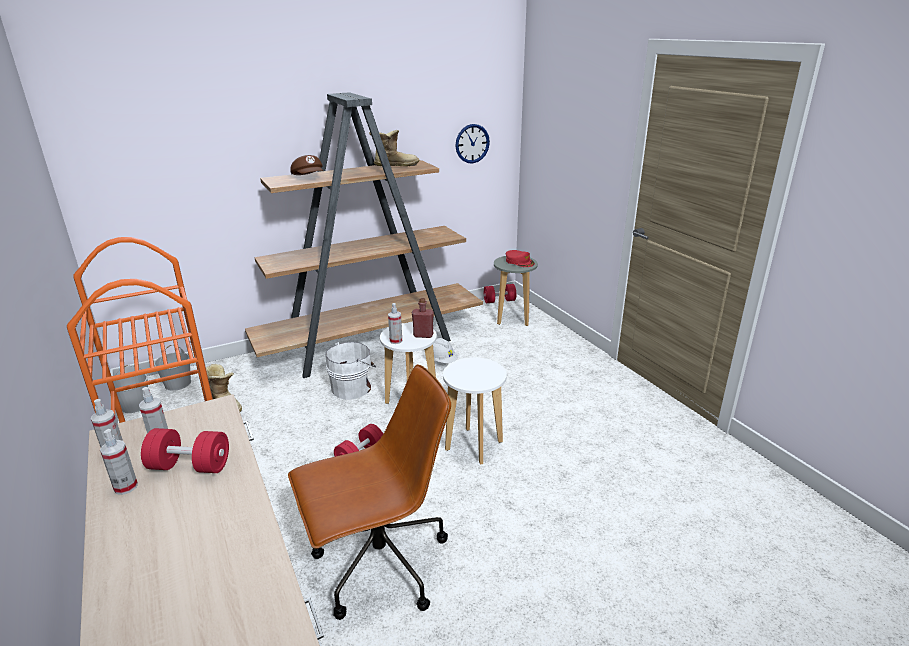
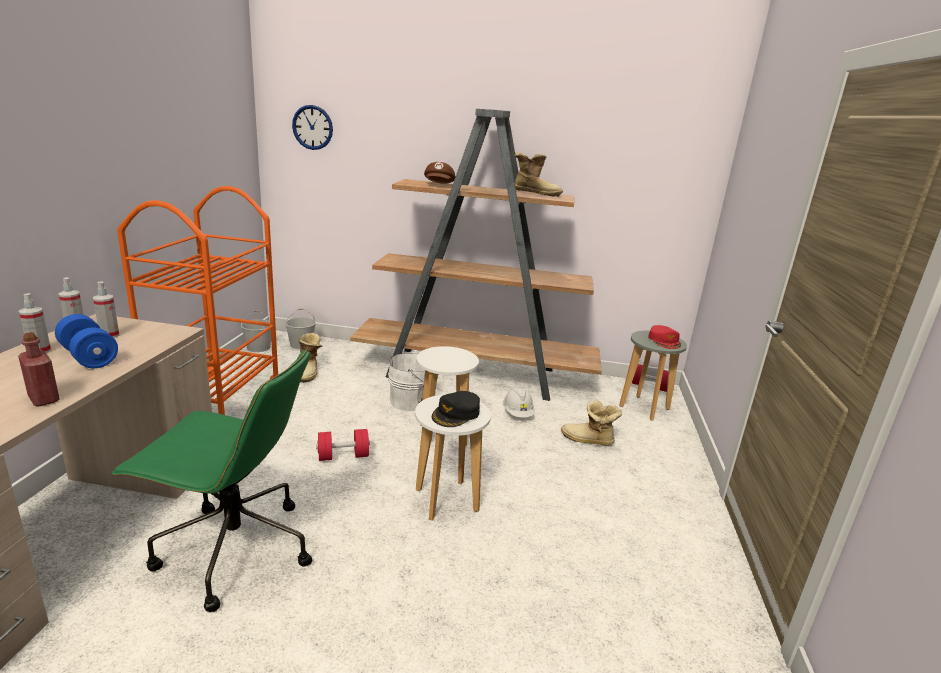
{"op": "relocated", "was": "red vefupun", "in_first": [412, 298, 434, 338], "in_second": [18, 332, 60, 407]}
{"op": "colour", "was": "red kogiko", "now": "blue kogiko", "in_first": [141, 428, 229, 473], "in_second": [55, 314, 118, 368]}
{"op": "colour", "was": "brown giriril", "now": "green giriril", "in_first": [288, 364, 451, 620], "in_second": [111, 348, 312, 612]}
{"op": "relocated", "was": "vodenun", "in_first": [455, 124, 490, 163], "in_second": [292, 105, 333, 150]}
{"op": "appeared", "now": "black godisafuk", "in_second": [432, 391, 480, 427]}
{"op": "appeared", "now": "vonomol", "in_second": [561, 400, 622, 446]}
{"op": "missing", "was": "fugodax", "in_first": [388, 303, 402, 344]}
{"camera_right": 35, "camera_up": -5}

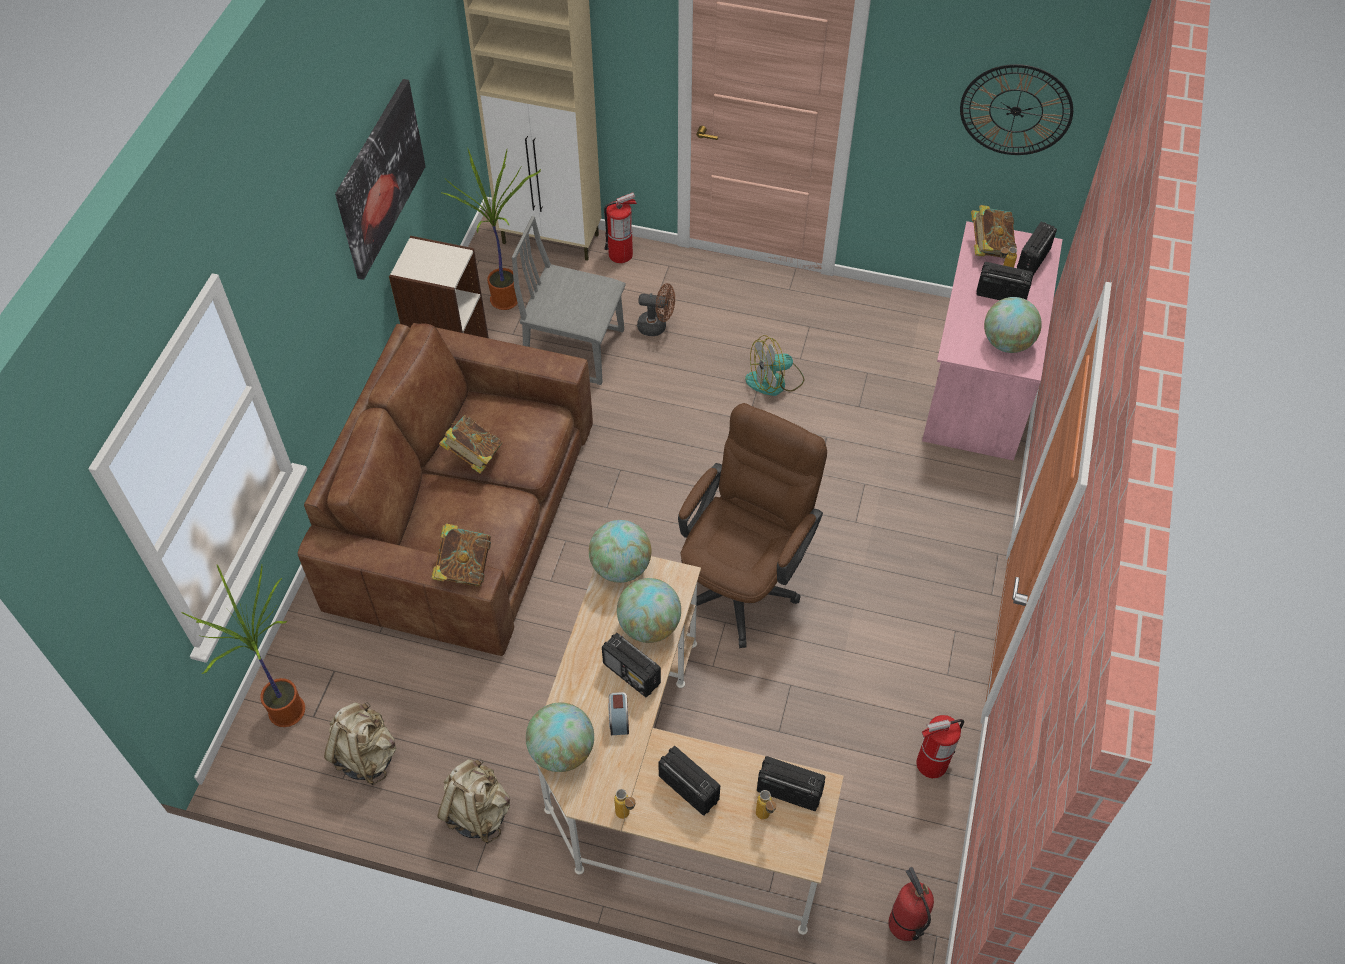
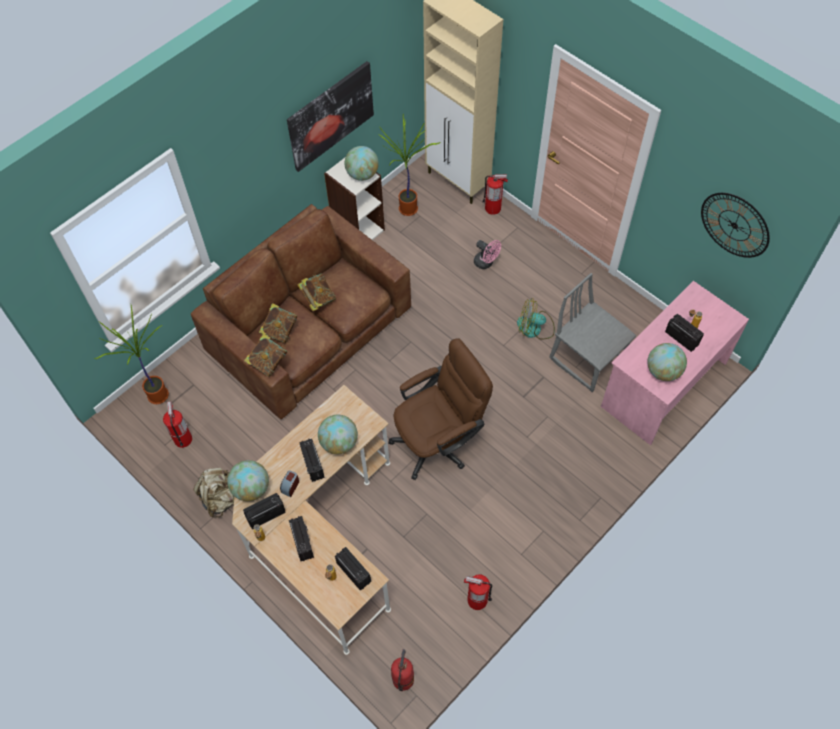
{"op": "exchanged", "was": "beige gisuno", "now": "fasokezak", "in_first": [324, 702, 396, 785], "in_second": [163, 401, 192, 448]}
{"op": "relocated", "was": "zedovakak", "in_first": [1017, 222, 1057, 275], "in_second": [243, 493, 285, 529]}
{"op": "relocated", "was": "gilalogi", "in_first": [971, 205, 1017, 257], "in_second": [259, 303, 297, 343]}
{"op": "relocated", "was": "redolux", "in_first": [589, 520, 651, 583], "in_second": [345, 146, 379, 181]}
{"op": "colour", "was": "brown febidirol", "now": "pink febidirol", "in_first": [637, 283, 675, 336], "in_second": [474, 240, 501, 269]}
{"op": "relocated", "was": "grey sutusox", "in_first": [512, 216, 626, 385], "in_second": [549, 273, 636, 392]}
{"camera_right": 30, "camera_up": 5}

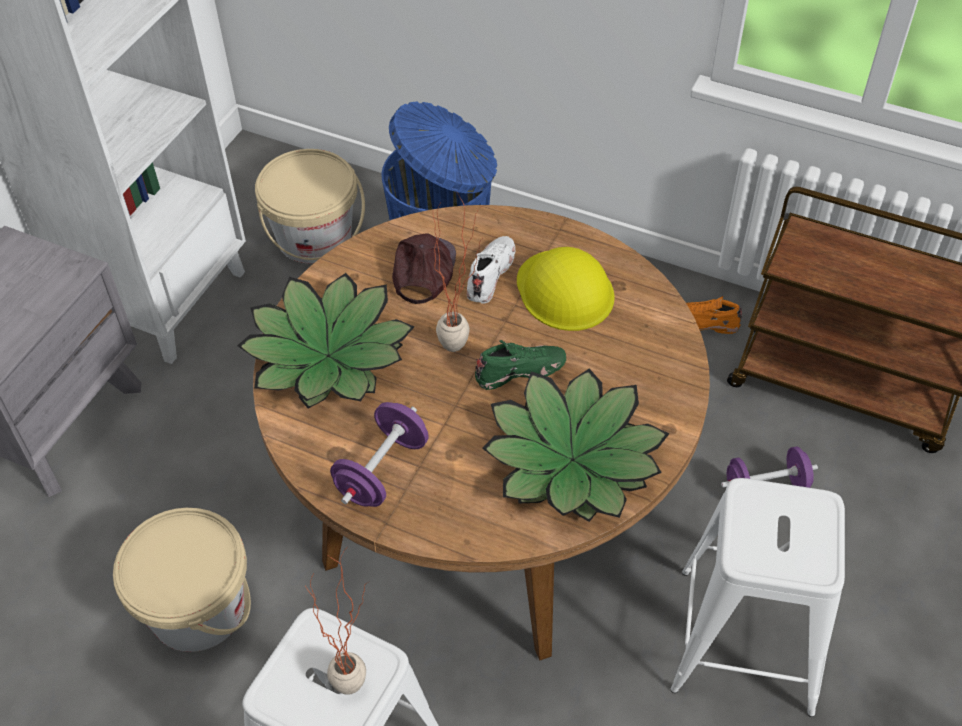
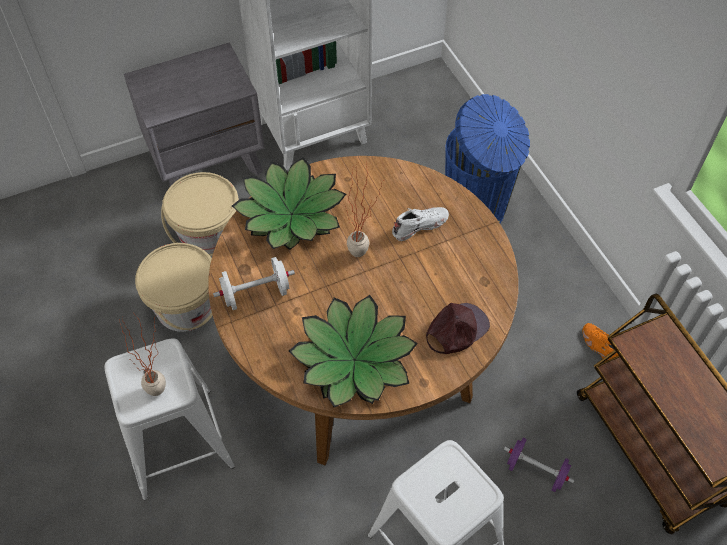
{"op": "relocated", "was": "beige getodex", "in_first": [255, 149, 365, 264], "in_second": [161, 172, 239, 257]}
{"op": "colour", "was": "purple kogiko", "now": "white kogiko", "in_first": [330, 402, 429, 507], "in_second": [213, 257, 295, 310]}
{"op": "relocated", "was": "brown godisafuk", "in_first": [392, 234, 456, 304], "in_second": [426, 303, 490, 354]}
{"op": "missing", "was": "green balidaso", "in_first": [475, 340, 566, 390]}
{"op": "missing", "was": "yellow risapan", "in_first": [517, 247, 615, 331]}
{"camera_right": 40, "camera_up": 5}

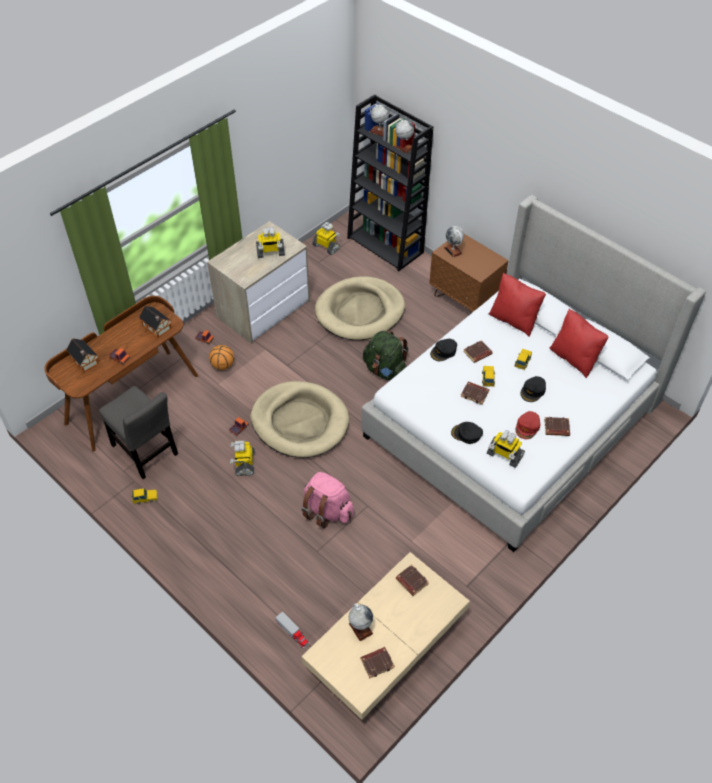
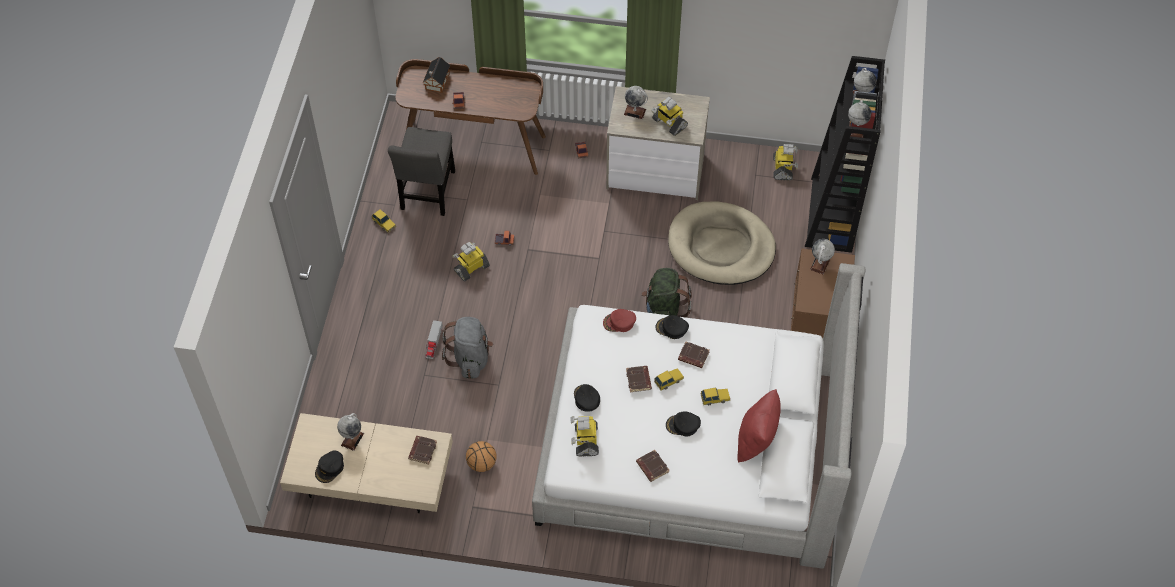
{"op": "exchanged", "was": "brown gilalogi", "now": "black godisafuk", "in_first": [360, 647, 395, 679], "in_second": [315, 450, 344, 483]}
{"op": "relocated", "was": "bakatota", "in_first": [275, 611, 309, 649], "in_second": [425, 320, 443, 359]}
{"op": "colour", "was": "pink gisuno", "now": "grey gisuno", "in_first": [301, 472, 354, 528], "in_second": [442, 317, 493, 379]}
{"op": "relocated", "was": "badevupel", "in_first": [209, 345, 234, 370], "in_second": [466, 441, 497, 472]}
{"op": "relocated", "was": "red godisafuk", "in_first": [515, 411, 540, 439], "in_second": [603, 309, 636, 332]}
{"op": "appeared", "now": "redolux", "in_second": [624, 86, 648, 119]}
{"op": "missing", "was": "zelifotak", "in_first": [139, 306, 171, 338]}
{"op": "missing", "was": "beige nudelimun", "in_first": [251, 381, 349, 458]}
{"op": "missing", "was": "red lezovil", "in_first": [489, 273, 546, 337]}
{"camera_right": 55, "camera_up": 5}

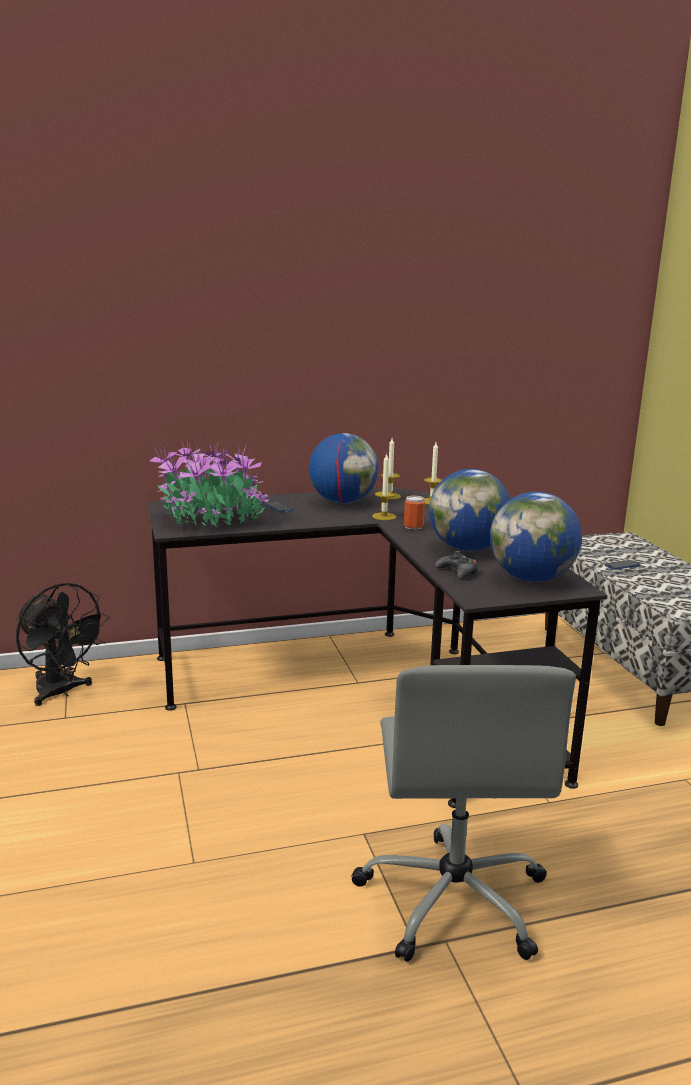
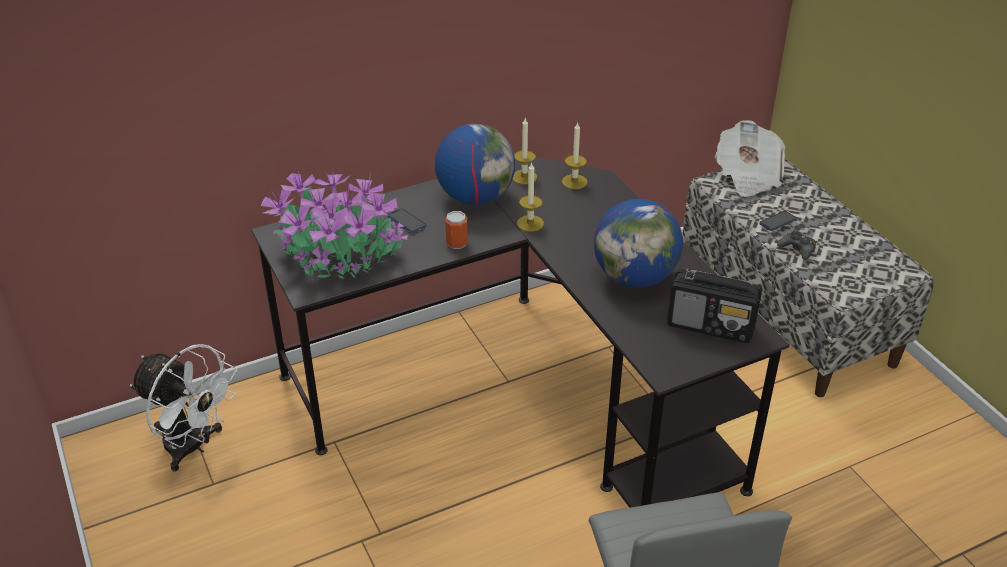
{"op": "colour", "was": "black febidirol", "now": "white febidirol", "in_first": [16, 583, 110, 706], "in_second": [130, 344, 237, 472]}
{"op": "relocated", "was": "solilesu", "in_first": [404, 496, 425, 530], "in_second": [445, 211, 468, 249]}
{"op": "exchanged", "was": "redolux", "now": "zedovakak", "in_first": [490, 492, 582, 582], "in_second": [667, 268, 762, 343]}
{"op": "appeared", "now": "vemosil", "in_second": [715, 120, 785, 197]}
{"op": "relocated", "was": "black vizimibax", "in_first": [435, 551, 478, 579], "in_second": [777, 229, 816, 260]}
{"camera_right": -10, "camera_up": 20}

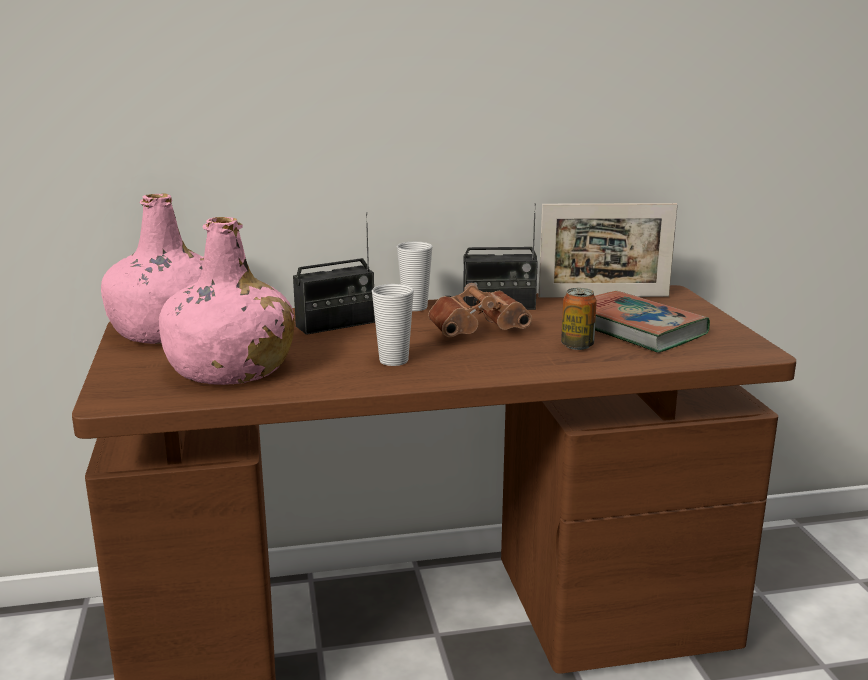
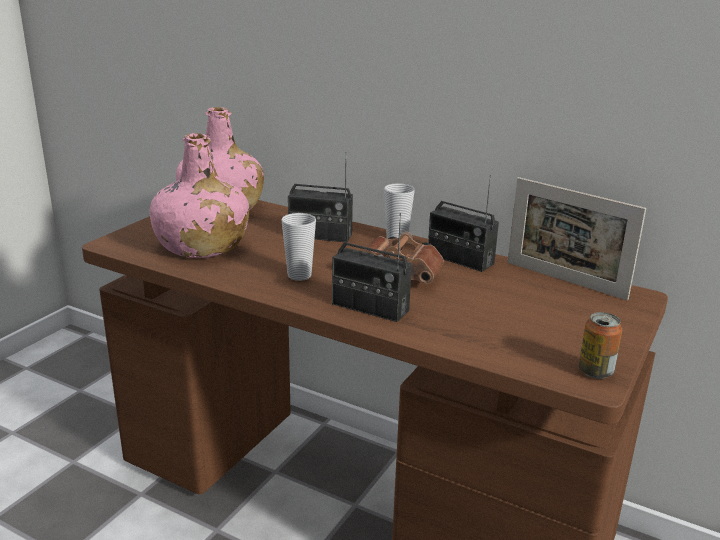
{"op": "appeared", "now": "zedovakak", "in_second": [332, 213, 412, 322]}
{"op": "relocated", "was": "solilesu", "in_first": [561, 288, 597, 350], "in_second": [579, 312, 622, 379]}
{"op": "missing", "was": "gilalogi", "in_first": [595, 291, 710, 353]}
{"camera_right": 40, "camera_up": 5}

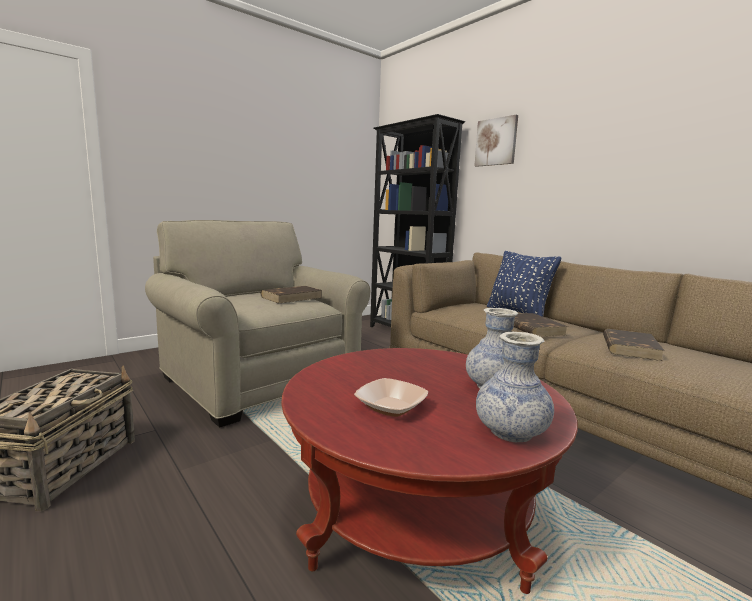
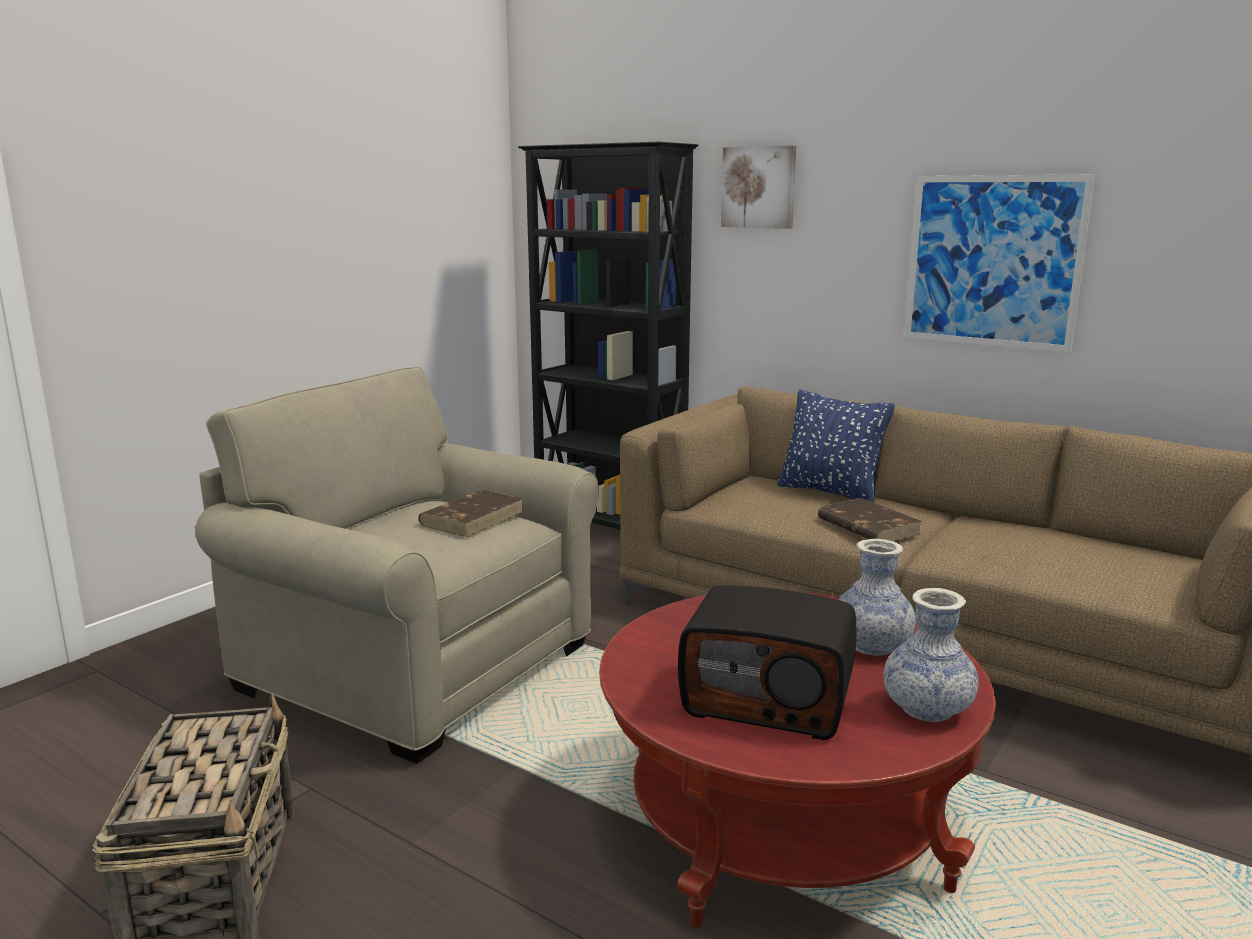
{"op": "exchanged", "was": "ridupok", "now": "zedovakak", "in_first": [354, 378, 428, 417], "in_second": [678, 585, 856, 740]}
{"op": "appeared", "now": "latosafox", "in_second": [904, 175, 1095, 352]}
{"op": "missing", "was": "brown gilalogi", "in_first": [603, 329, 665, 361]}
{"camera_right": -15, "camera_up": 5}

